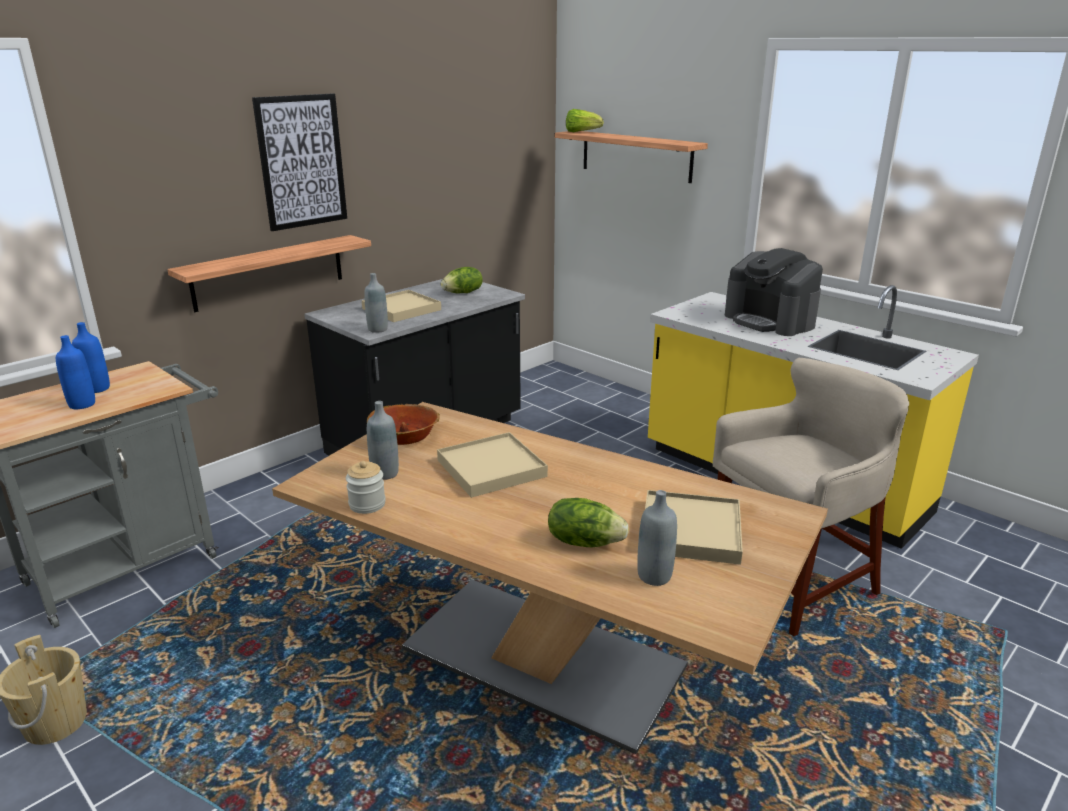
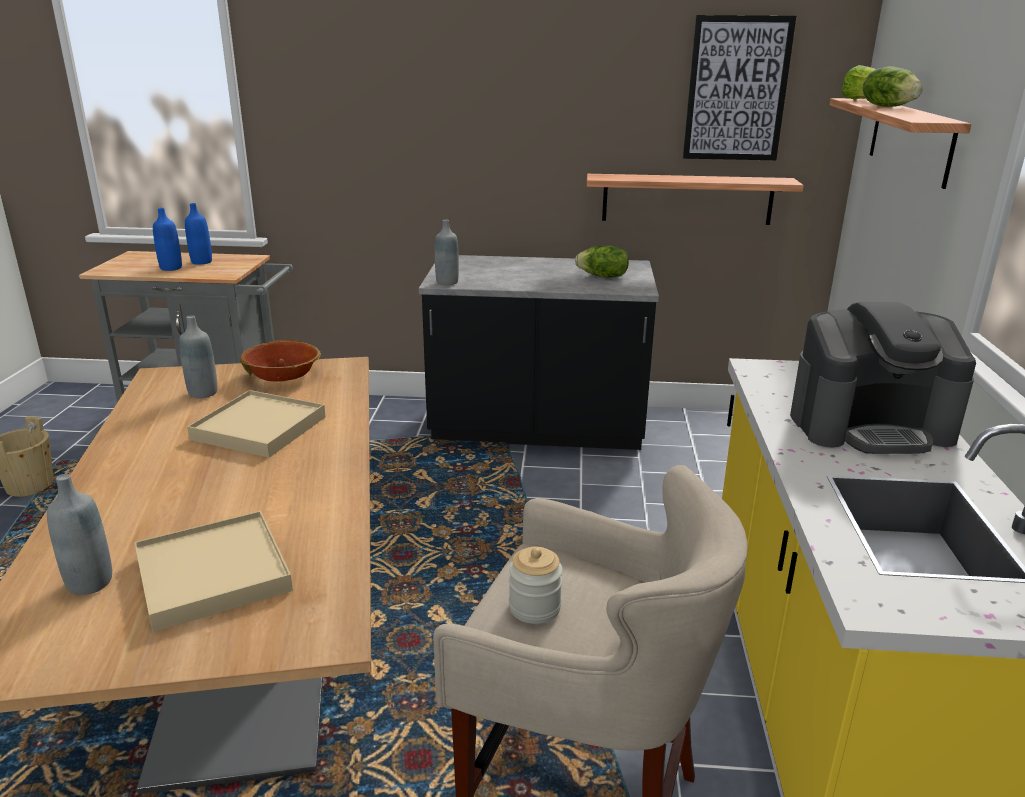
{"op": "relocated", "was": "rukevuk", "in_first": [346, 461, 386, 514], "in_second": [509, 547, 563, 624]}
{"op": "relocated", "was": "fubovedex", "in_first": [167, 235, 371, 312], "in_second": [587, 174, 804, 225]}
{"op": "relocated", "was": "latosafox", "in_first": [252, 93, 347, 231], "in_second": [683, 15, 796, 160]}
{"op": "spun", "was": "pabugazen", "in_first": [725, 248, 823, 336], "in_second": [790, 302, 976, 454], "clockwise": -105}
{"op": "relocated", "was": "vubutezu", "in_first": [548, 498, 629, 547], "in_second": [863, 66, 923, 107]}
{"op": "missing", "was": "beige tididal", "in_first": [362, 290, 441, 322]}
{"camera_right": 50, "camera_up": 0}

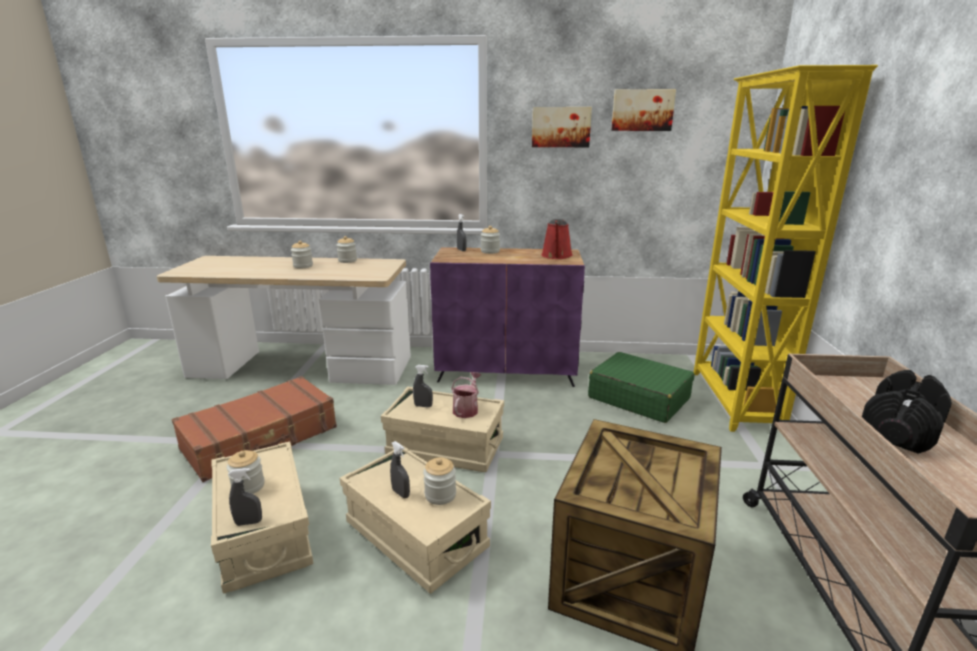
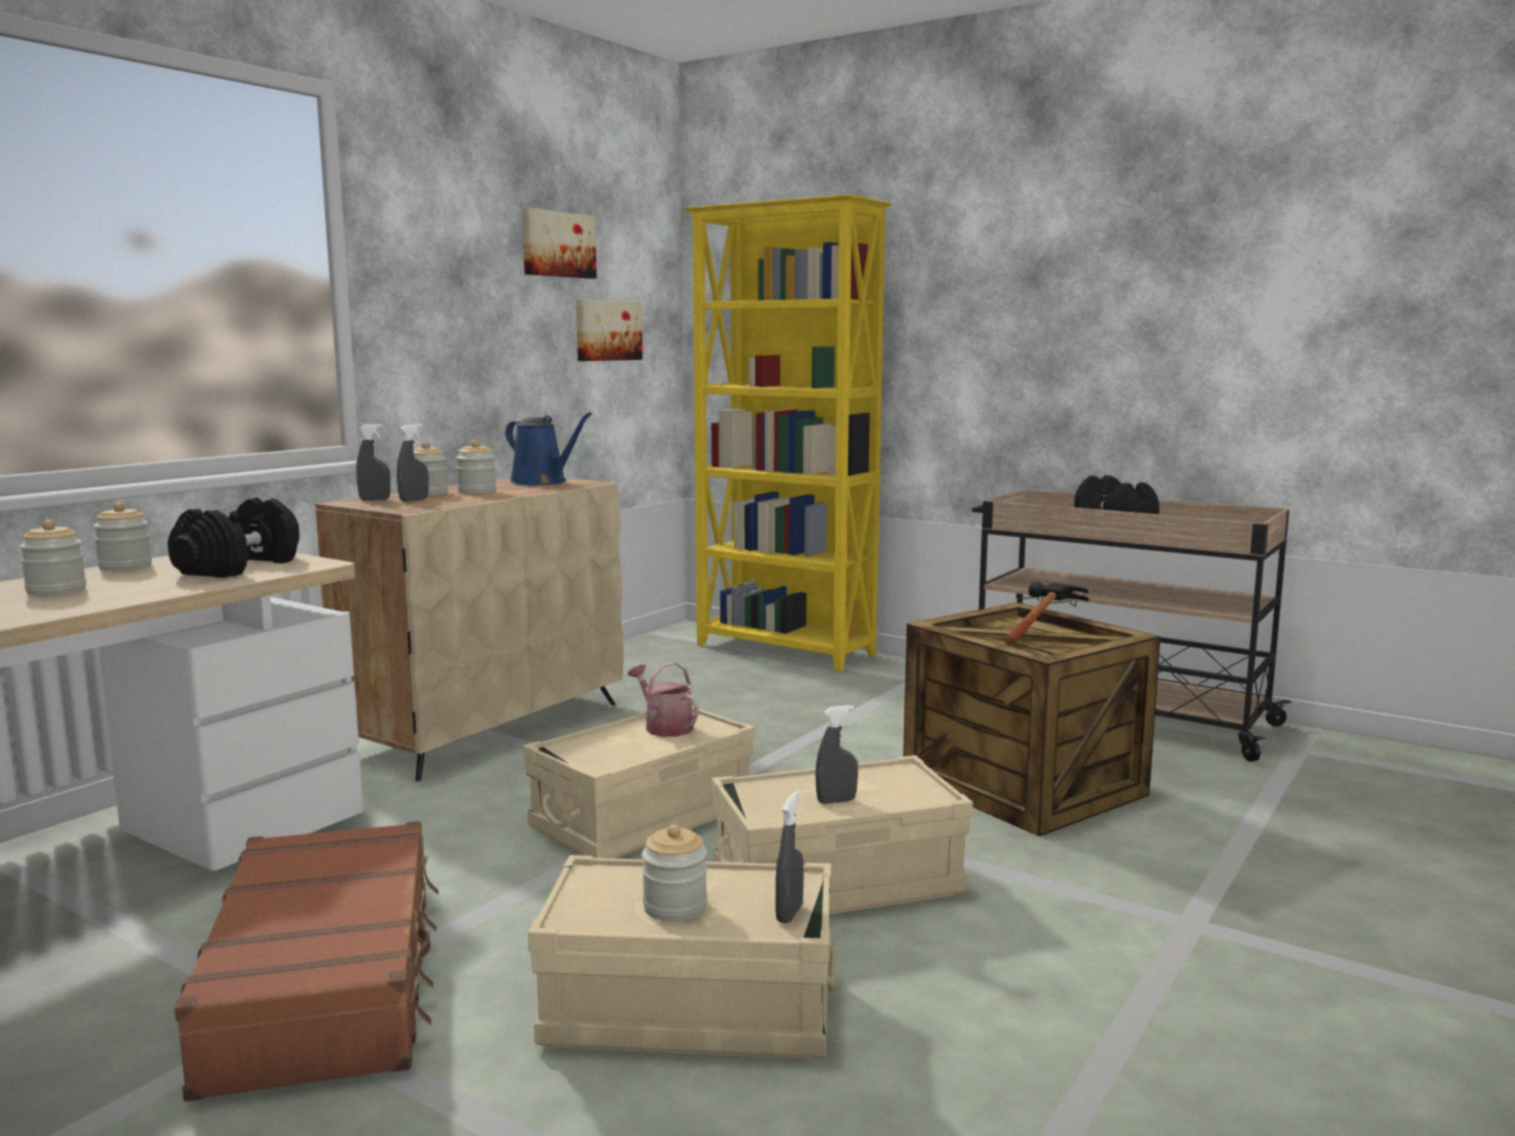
{"op": "appeared", "now": "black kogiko", "in_second": [168, 498, 299, 578]}
{"op": "colour", "was": "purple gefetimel", "now": "beige gefetimel", "in_first": [430, 247, 585, 387], "in_second": [316, 478, 624, 781]}
{"op": "relocated", "was": "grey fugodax", "in_first": [413, 365, 433, 408], "in_second": [397, 424, 429, 502]}
{"op": "relocated", "was": "rukevuk", "in_first": [423, 457, 456, 505], "in_second": [456, 440, 496, 494]}
{"op": "colour", "was": "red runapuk", "now": "blue runapuk", "in_first": [541, 219, 573, 259], "in_second": [505, 412, 592, 485]}
{"op": "relocated", "was": "latosafox", "in_first": [532, 107, 592, 147], "in_second": [576, 300, 643, 361]}
{"op": "appeared", "now": "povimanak", "in_second": [1004, 582, 1089, 645]}
{"op": "missing", "was": "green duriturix", "in_first": [588, 352, 694, 423]}
{"camera_right": -60, "camera_up": -10}

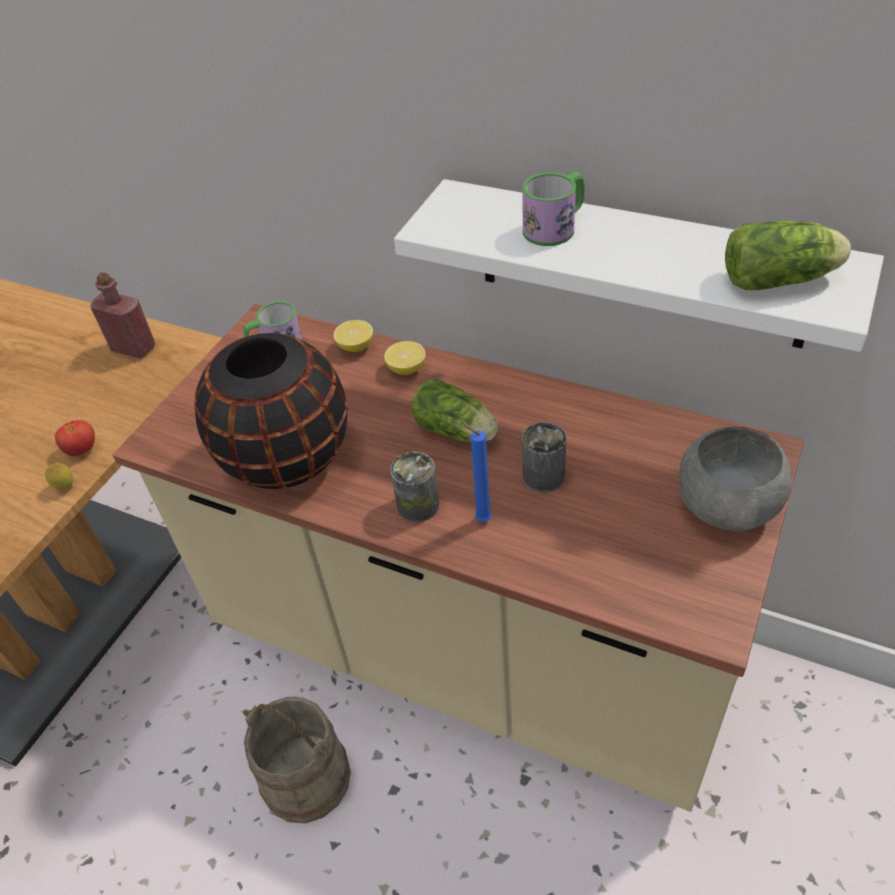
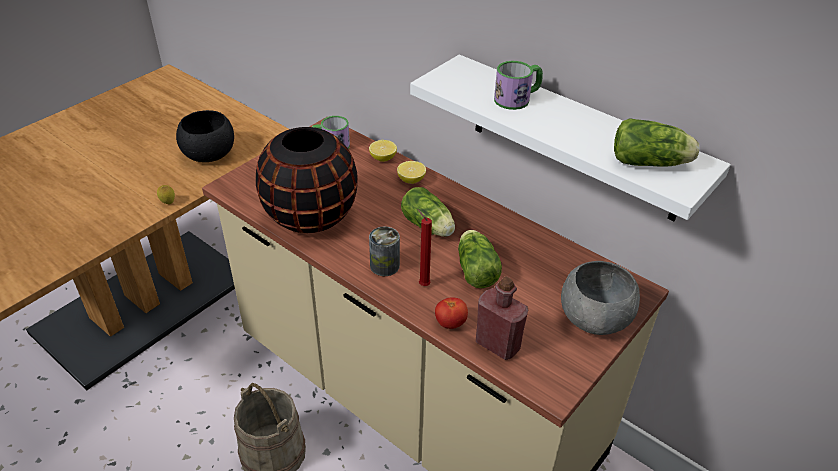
{"op": "appeared", "now": "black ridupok", "in_second": [176, 110, 234, 162]}
{"op": "colour", "was": "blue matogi", "now": "red matogi", "in_first": [462, 423, 492, 522], "in_second": [417, 209, 432, 286]}
{"op": "relocated", "was": "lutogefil", "in_first": [55, 420, 95, 456], "in_second": [435, 297, 468, 329]}
{"op": "exchanged", "was": "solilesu", "now": "vubutezu", "in_first": [522, 422, 566, 493], "in_second": [458, 230, 502, 288]}
{"op": "relocated", "was": "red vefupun", "in_first": [90, 272, 155, 359], "in_second": [476, 276, 528, 360]}
{"camera_right": 10, "camera_up": -5}

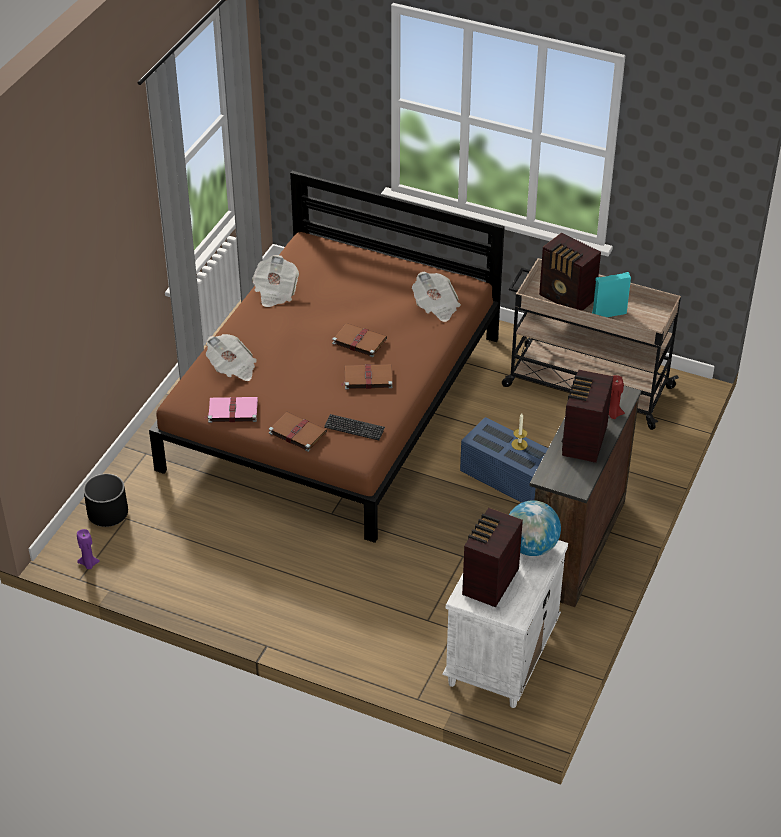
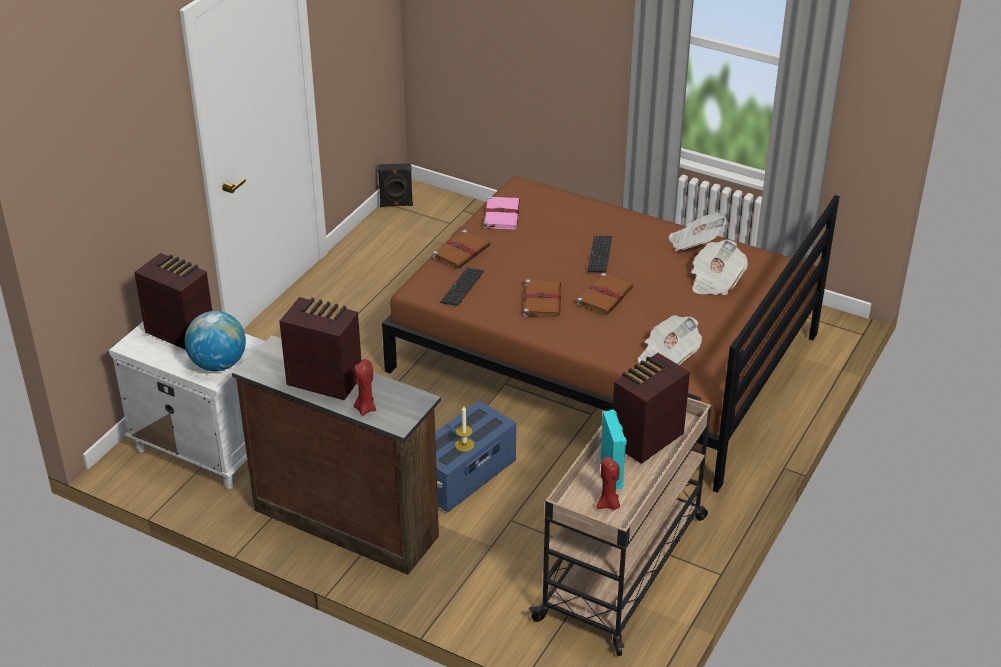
{"op": "exchanged", "was": "purple matogi", "now": "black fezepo", "in_first": [77, 529, 100, 569], "in_second": [378, 163, 413, 207]}
{"op": "appeared", "now": "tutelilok", "in_second": [587, 236, 612, 272]}
{"op": "appeared", "now": "red matogi", "in_second": [596, 457, 620, 510]}
{"op": "relocated", "was": "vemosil", "in_first": [206, 334, 256, 381], "in_second": [691, 240, 748, 295]}
{"op": "missing", "was": "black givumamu", "in_first": [84, 474, 128, 527]}
{"camera_right": 95, "camera_up": -5}

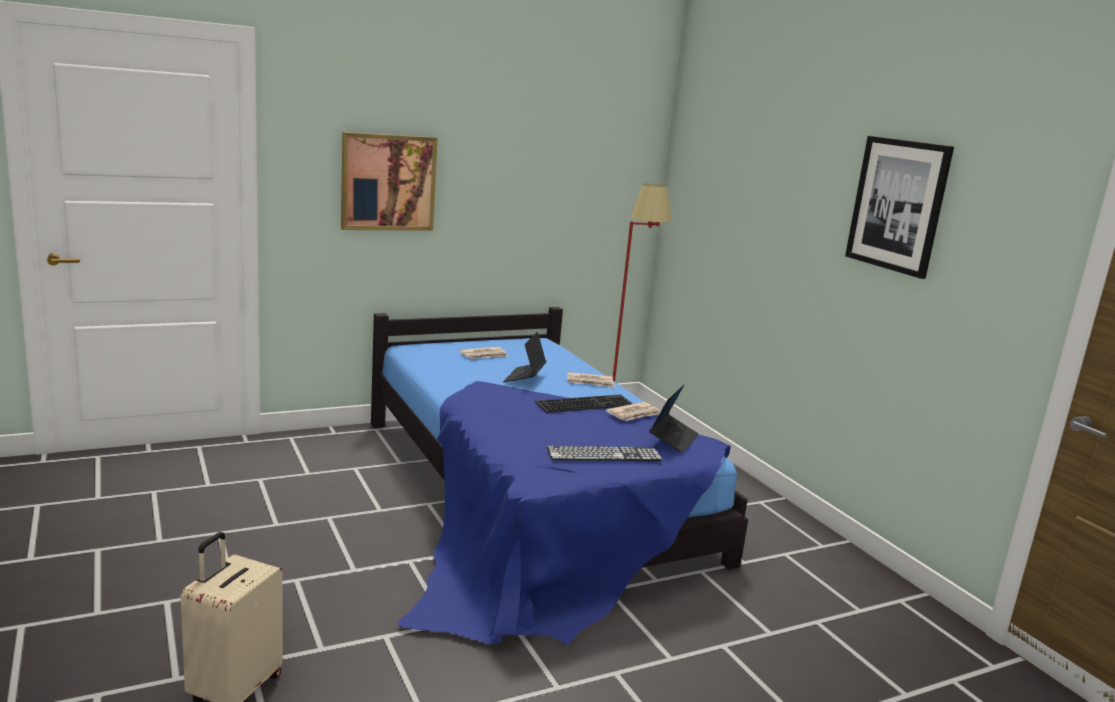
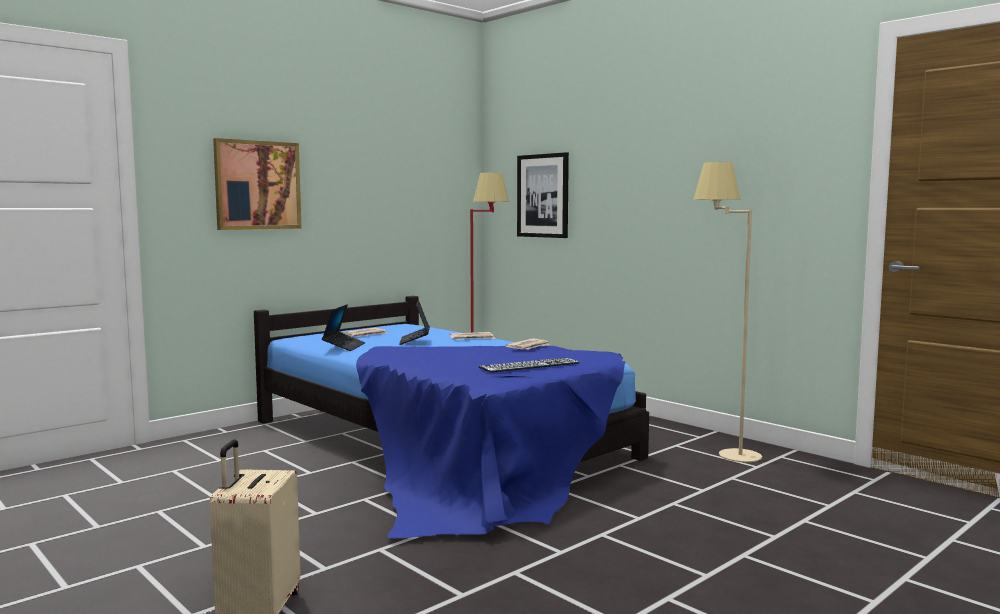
{"op": "relocated", "was": "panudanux", "in_first": [649, 385, 699, 453], "in_second": [322, 304, 365, 351]}
{"op": "relocated", "was": "latosafox", "in_first": [845, 136, 954, 279], "in_second": [517, 152, 569, 238]}
{"op": "appeared", "now": "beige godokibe", "in_second": [693, 162, 762, 462]}
{"op": "missing", "was": "tutelilok", "in_first": [535, 394, 633, 413]}
{"camera_right": -15, "camera_up": -10}

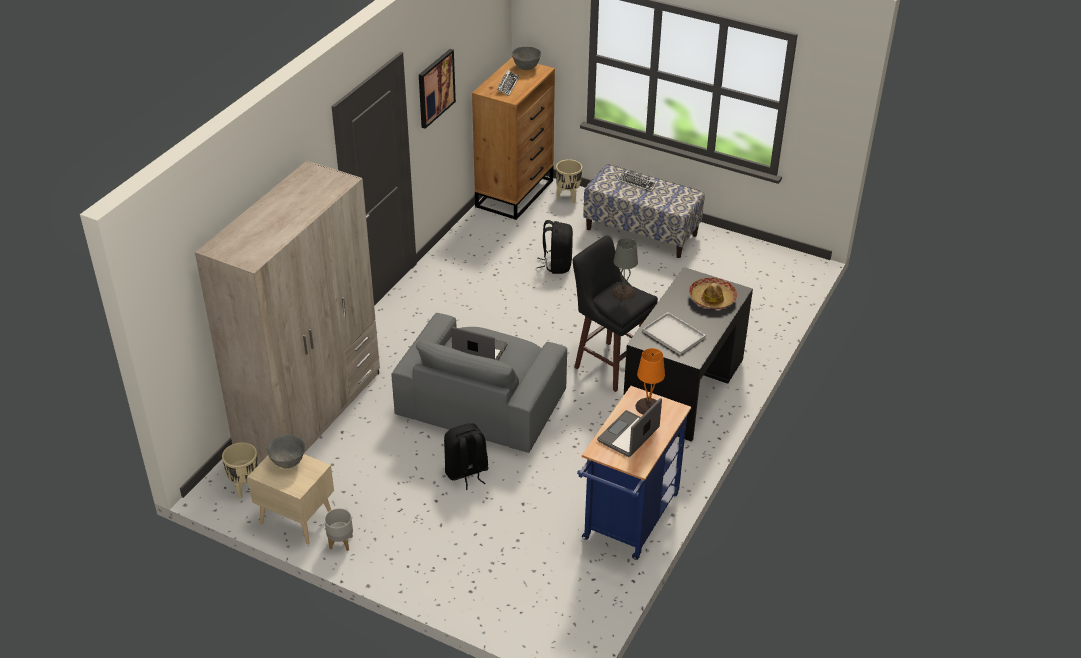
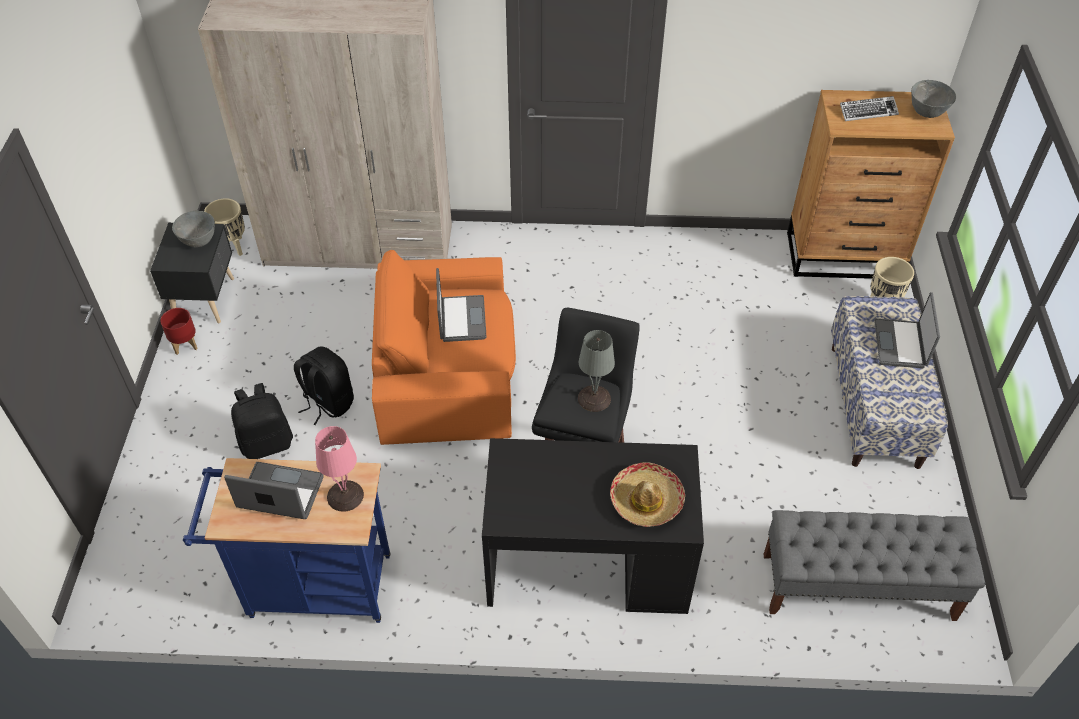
{"op": "colour", "was": "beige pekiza", "now": "black pekiza", "in_first": [247, 454, 334, 544], "in_second": [150, 223, 234, 324]}
{"op": "colour", "was": "grey givumamu", "now": "red givumamu", "in_first": [324, 508, 353, 551], "in_second": [160, 308, 198, 355]}
{"op": "relocated", "was": "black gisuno", "in_first": [537, 220, 573, 274], "in_second": [231, 383, 293, 459]}
{"op": "colour", "was": "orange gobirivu", "now": "pink gobirivu", "in_first": [636, 348, 665, 415], "in_second": [315, 426, 364, 512]}
{"op": "colour", "was": "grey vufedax", "now": "orange vufedax", "in_first": [391, 313, 567, 453], "in_second": [372, 250, 516, 445]}
{"op": "appeared", "now": "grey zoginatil", "in_second": [763, 510, 985, 621]}
{"op": "exchanged", "was": "tutelilok", "now": "panudanux", "in_first": [618, 170, 658, 192], "in_second": [874, 292, 940, 368]}
{"op": "missing", "was": "latosafox", "in_first": [419, 49, 456, 129]}
{"op": "missing", "was": "white tididal", "in_first": [642, 312, 706, 355]}
{"camera_right": 65, "camera_up": 10}

